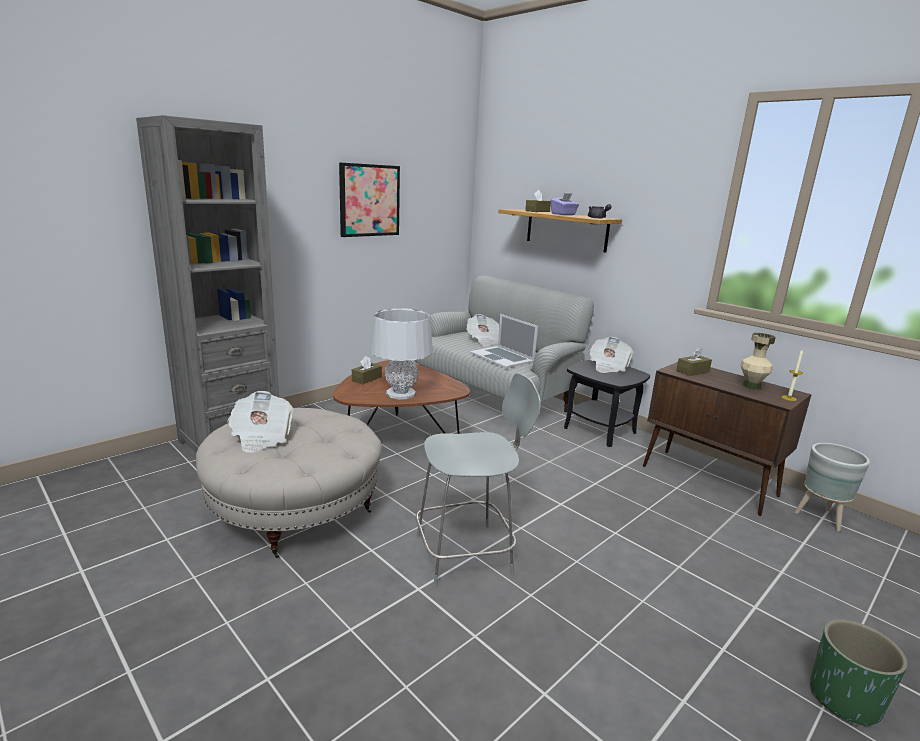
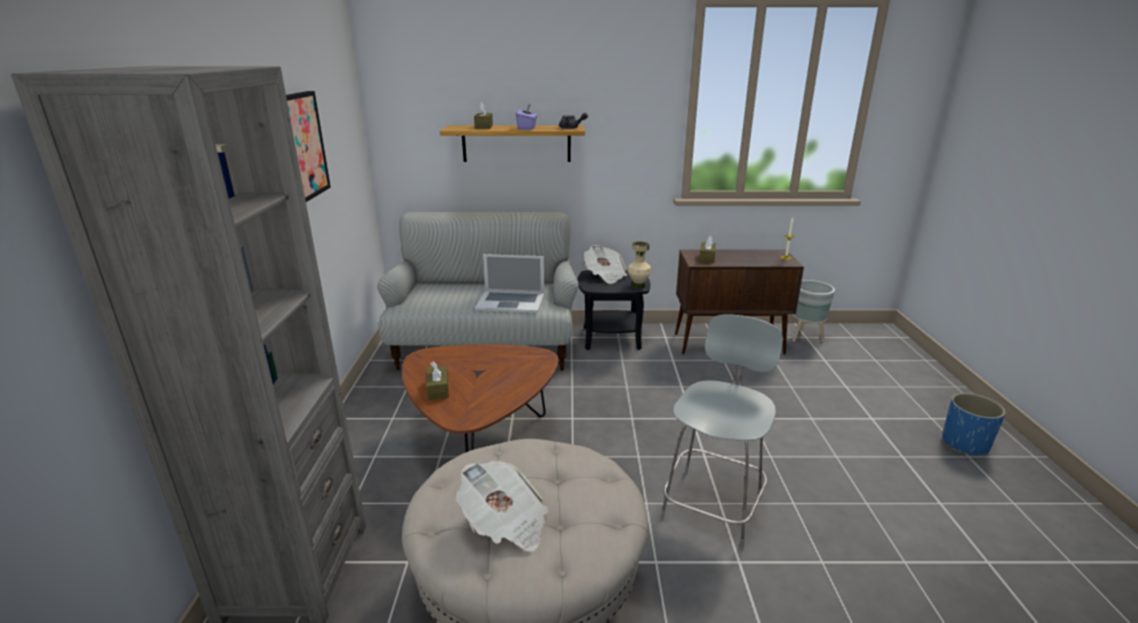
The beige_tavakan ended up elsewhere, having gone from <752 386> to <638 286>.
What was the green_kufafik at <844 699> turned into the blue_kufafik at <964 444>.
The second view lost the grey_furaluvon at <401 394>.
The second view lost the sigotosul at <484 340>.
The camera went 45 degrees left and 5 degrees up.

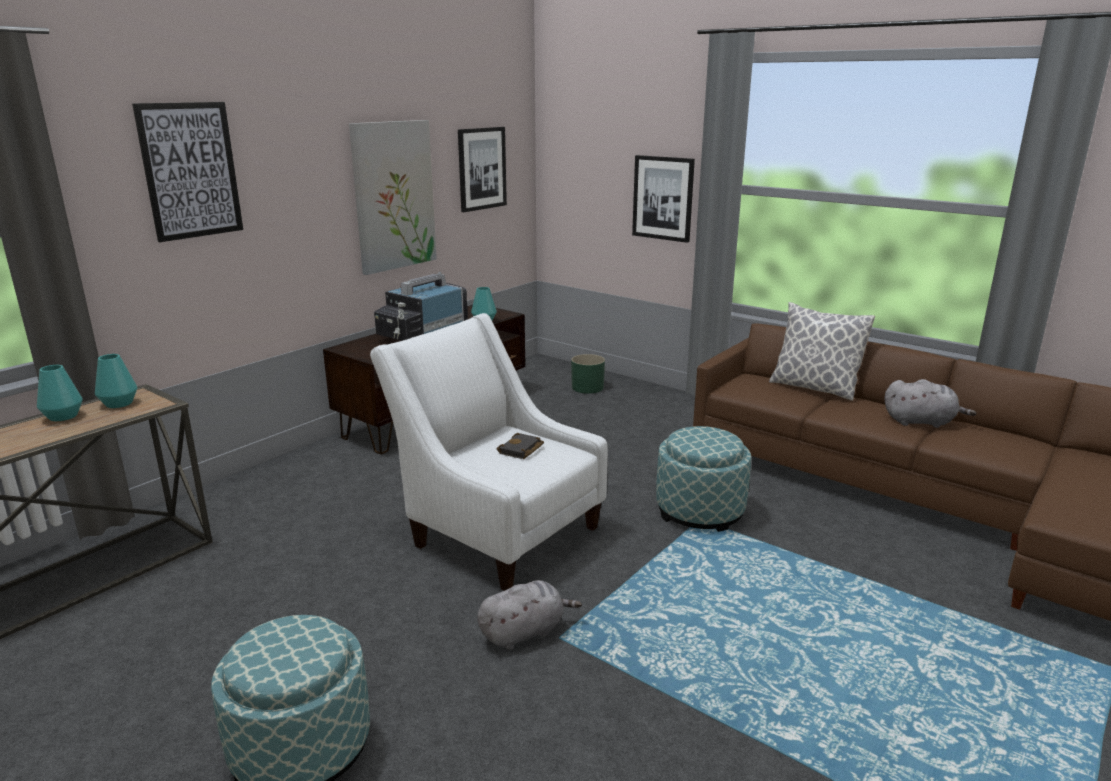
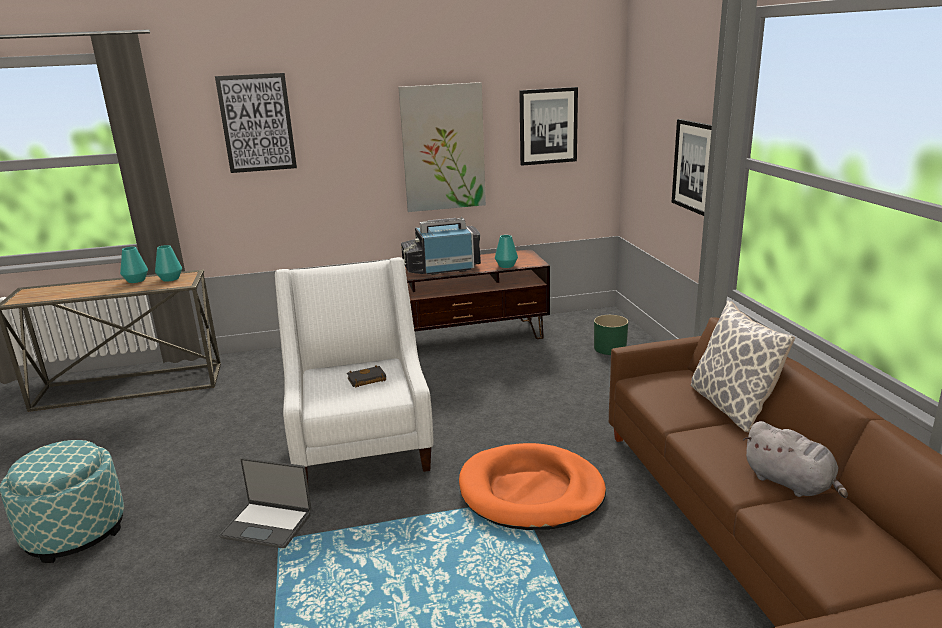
Where the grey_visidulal stood at <524 632>, the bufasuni came to stand at <268 525>.
Where the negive stood at <700 511>, the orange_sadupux came to stand at <531 492>.
The camera went 40 degrees right and 0 degrees up.

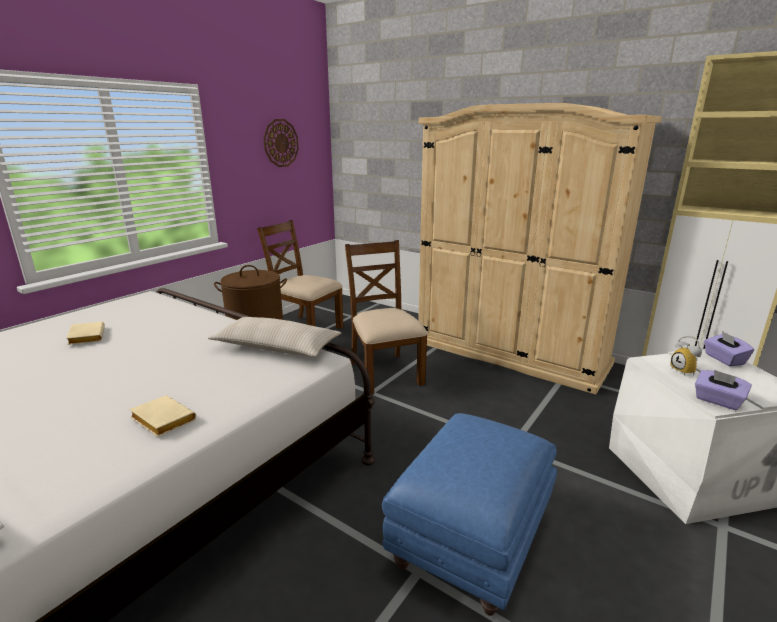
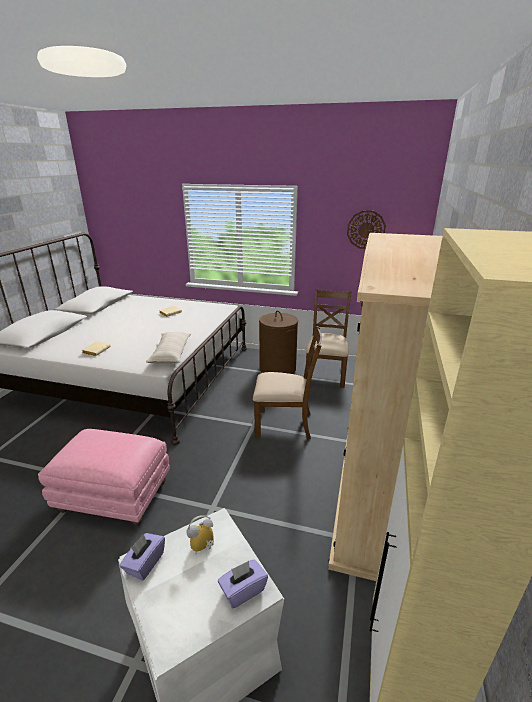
What was the blue_negive at <471 540> turned into the pink_negive at <113 497>.
The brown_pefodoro at <384 372> ended up facing another way, 45 degrees clockwise from before.
The camera went 70 degrees right and 5 degrees up.

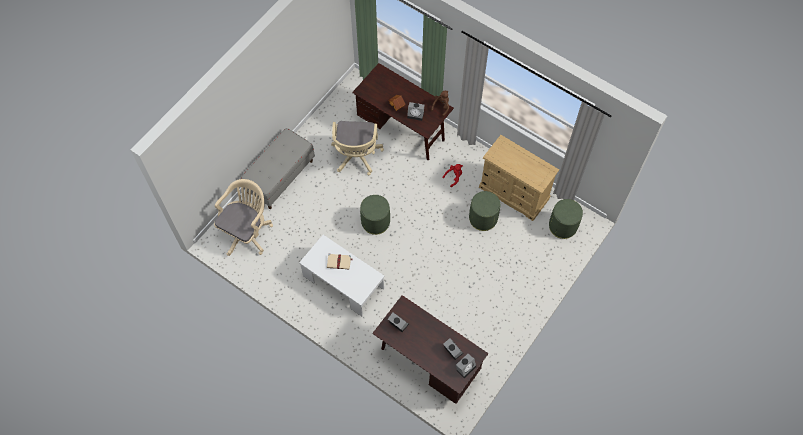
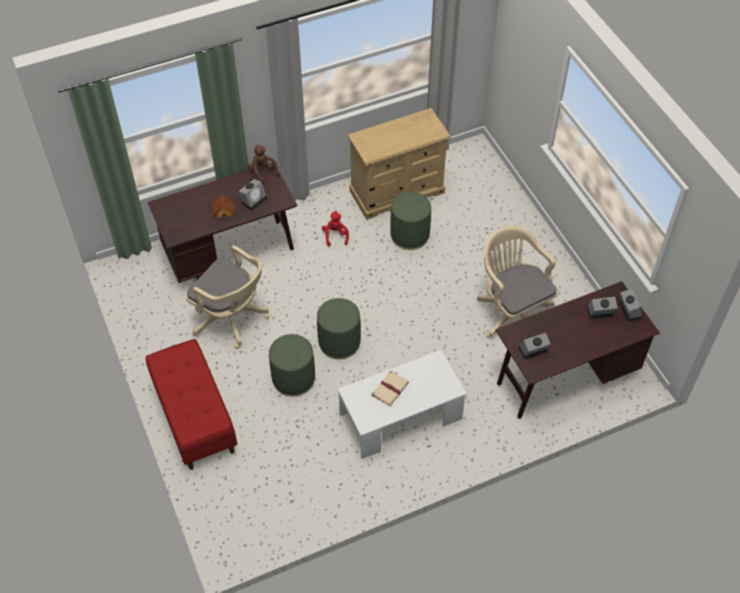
What was the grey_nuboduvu at <280 177> turned into the red_nuboduvu at <194 418>.
The green_negive ended up elsewhere, having gone from <562 226> to <293 378>.
The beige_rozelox ended up elsewhere, having gone from <247 232> to <511 311>.
The camera went 60 degrees left and 10 degrees down.

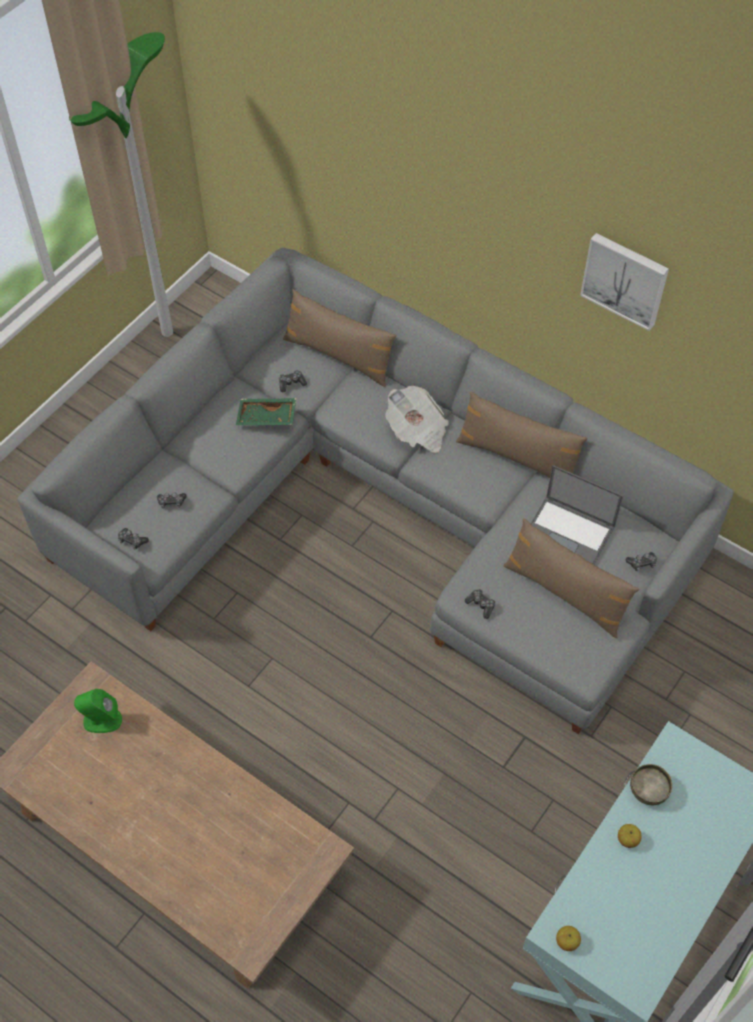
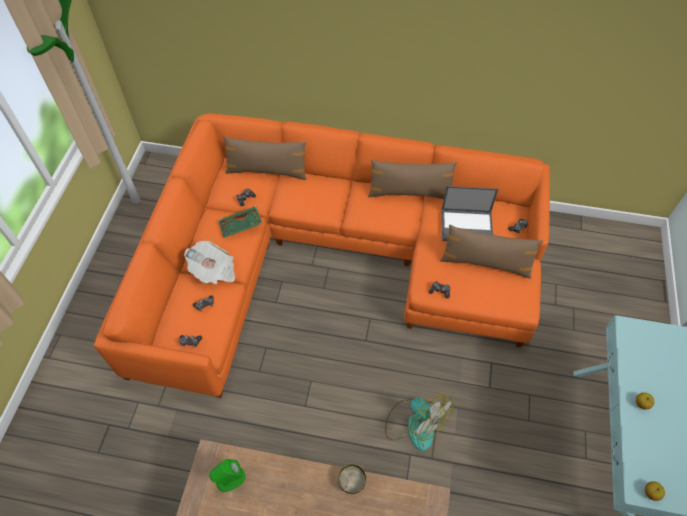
What was the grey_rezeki at <383 507> turned into the orange_rezeki at <330 257>.
The sigotosul ended up elsewhere, having gone from <417 430> to <214 270>.
The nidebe ended up elsewhere, having gone from <647 790> to <351 481>.
The second view gained the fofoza at <414 424>.
The second view lost the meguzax at <625 279>.
The camera went 25 degrees left and 0 degrees up.

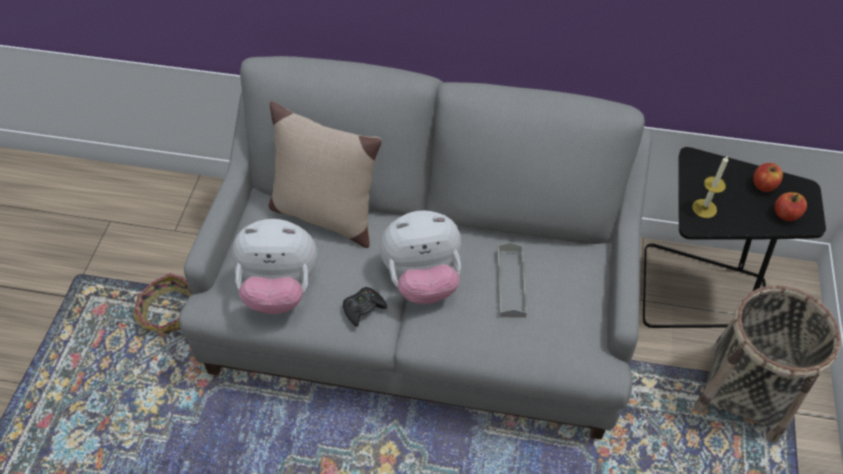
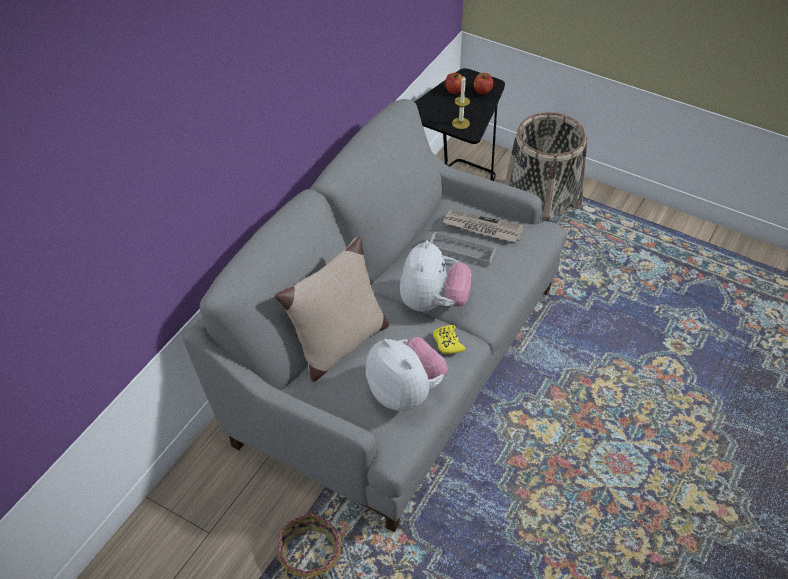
The visidulal at <279 289> ended up facing another way, 60 degrees counterclockwise from before.
What was the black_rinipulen at <363 308> turned into the yellow_rinipulen at <447 343>.
The second view gained the sigotosul at <482 228>.
The camera went 70 degrees left and 5 degrees down.

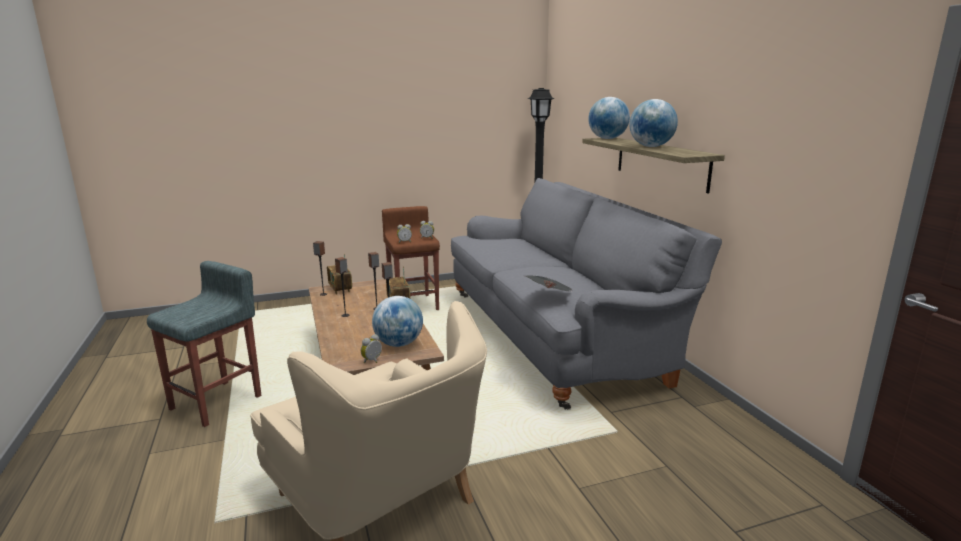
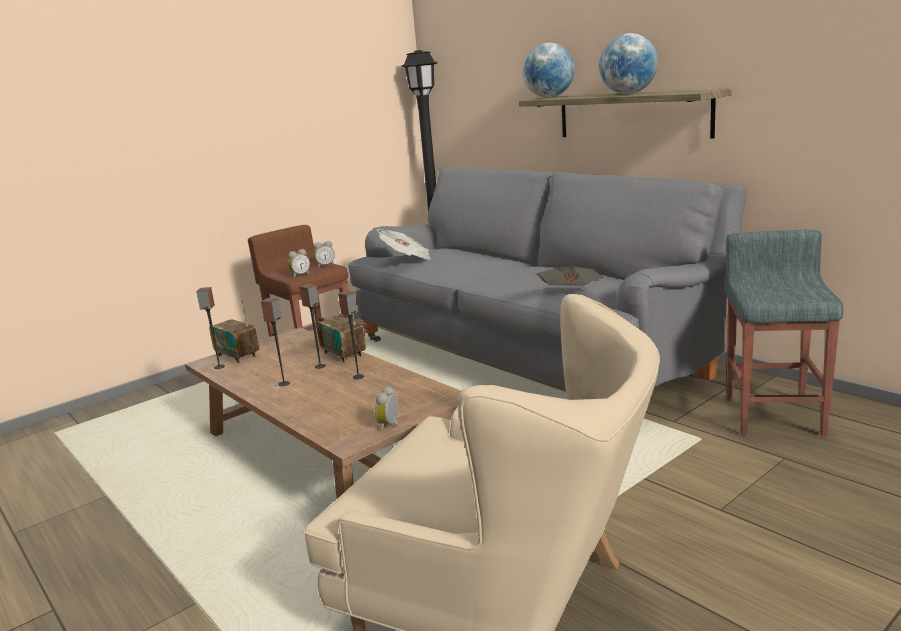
The second view gained the sigotosul at <407 258>.
The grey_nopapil ended up elsewhere, having gone from <217 402> to <774 415>.
The second view lost the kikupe at <399 344>.
The camera went 20 degrees left and 0 degrees up.

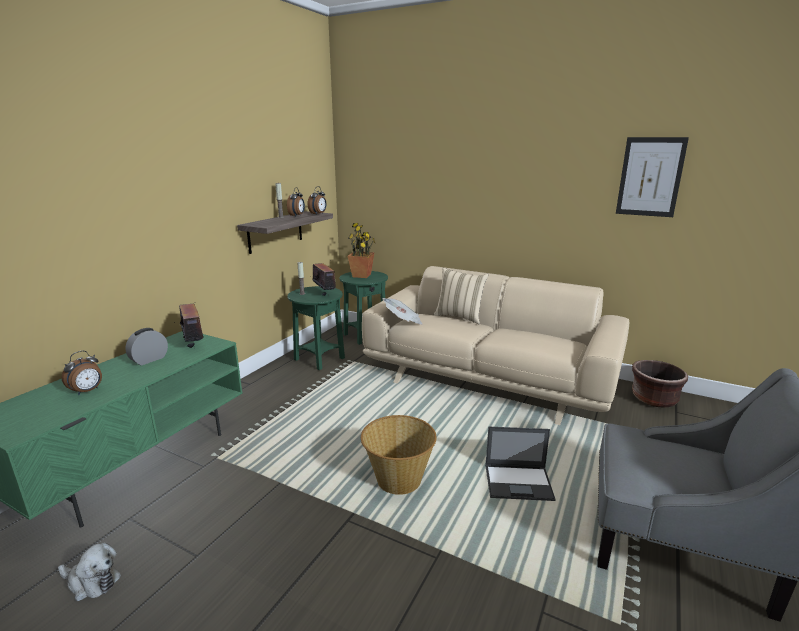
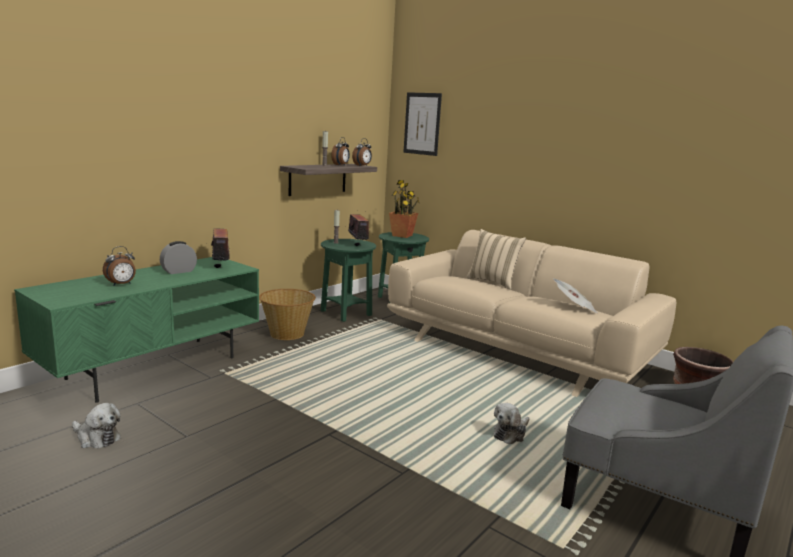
The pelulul ended up elsewhere, having gone from <398 479> to <287 333>.
The meguzax ended up elsewhere, having gone from <650 177> to <422 124>.
Where the bufasuni stood at <519 483>, the visidulal came to stand at <510 434>.
The sigotosul ended up elsewhere, having gone from <403 321> to <574 308>.
The camera went 10 degrees right and 5 degrees down.

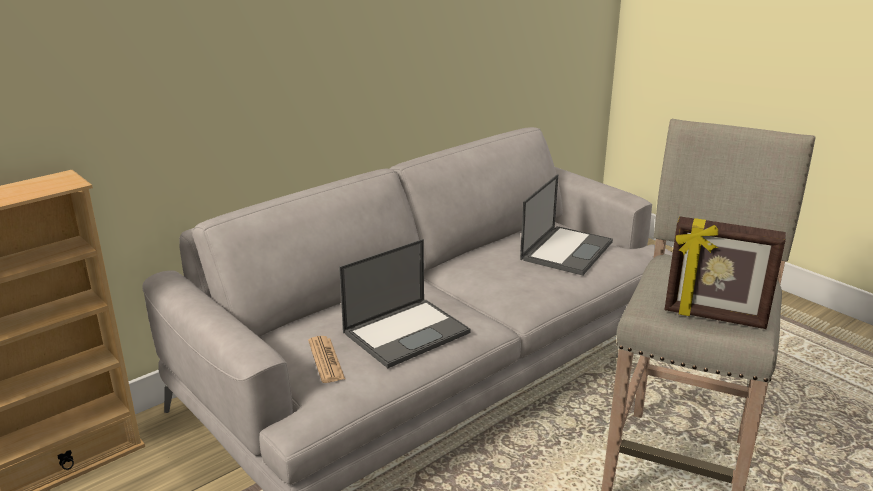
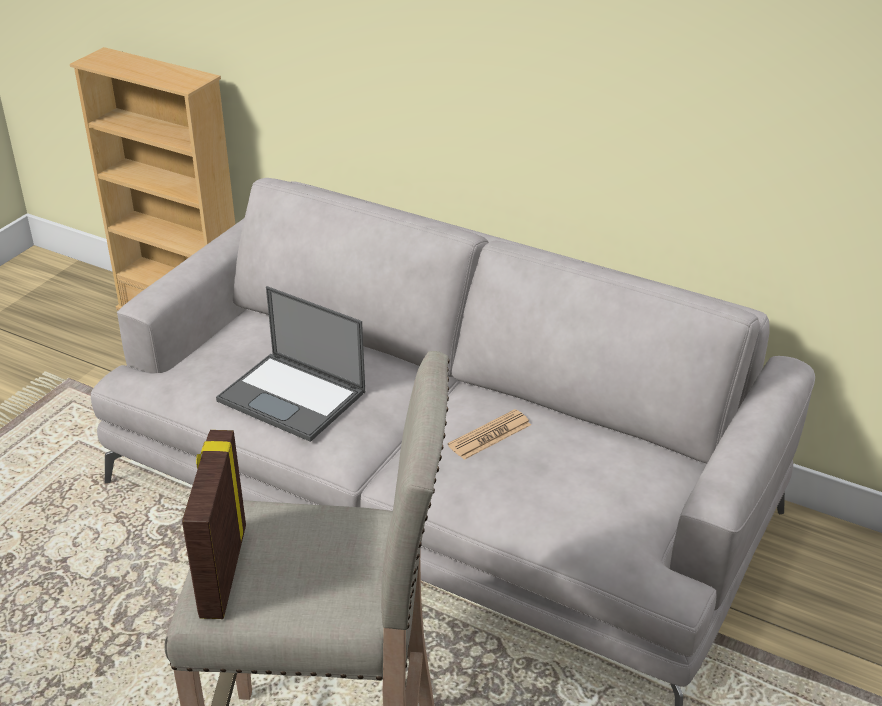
The sigotosul ended up elsewhere, having gone from <326 360> to <489 435>.
The second view lost the bufasuni at <567 250>.
The camera went 70 degrees right and 10 degrees up.

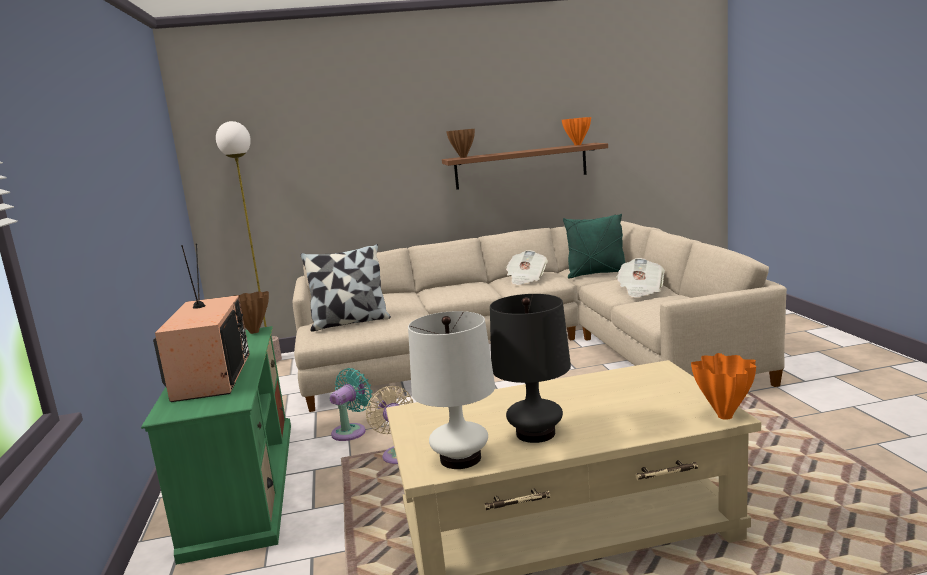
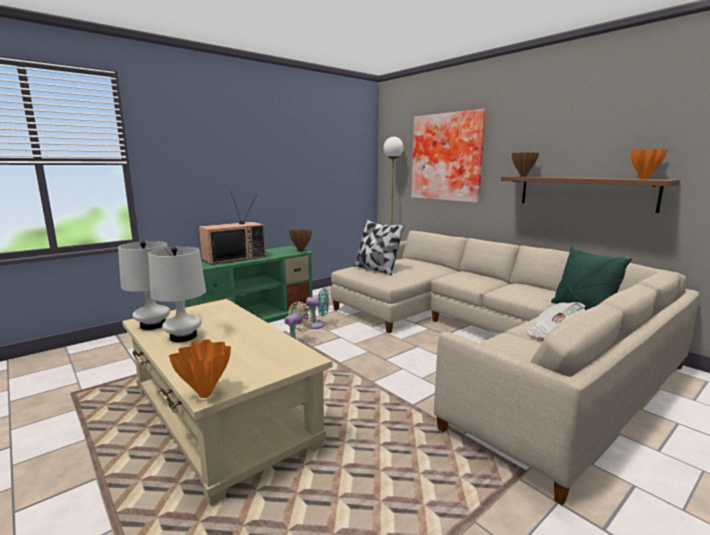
What was the black_furaluvon at <535 433> turned into the white_furaluvon at <183 336>.
The second view gained the meguzax at <447 157>.
The second view lost the sigotosul at <526 279>.
The camera went 60 degrees right and 0 degrees up.

